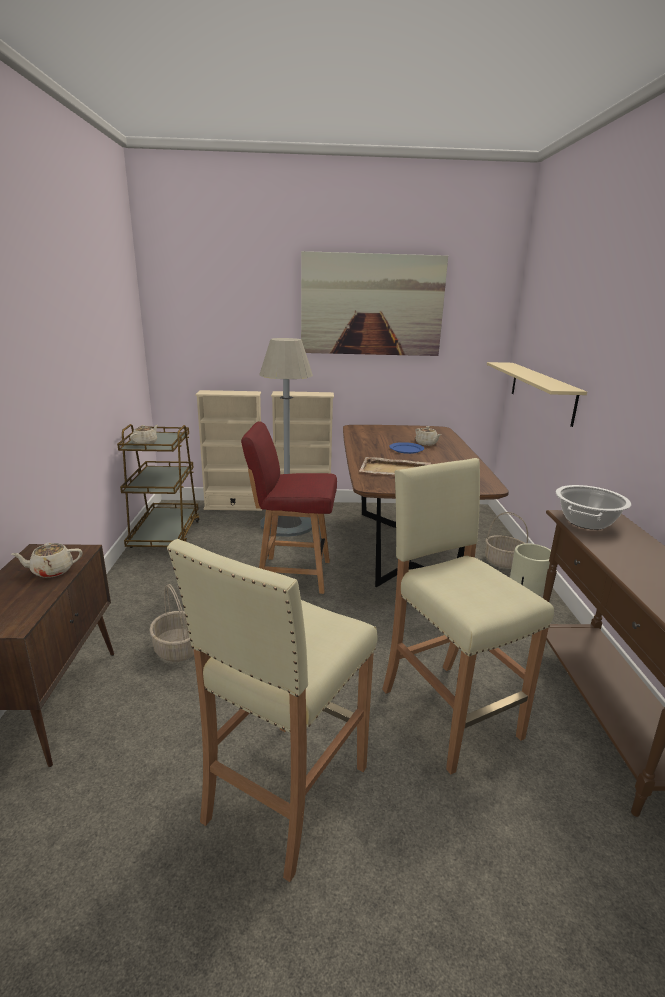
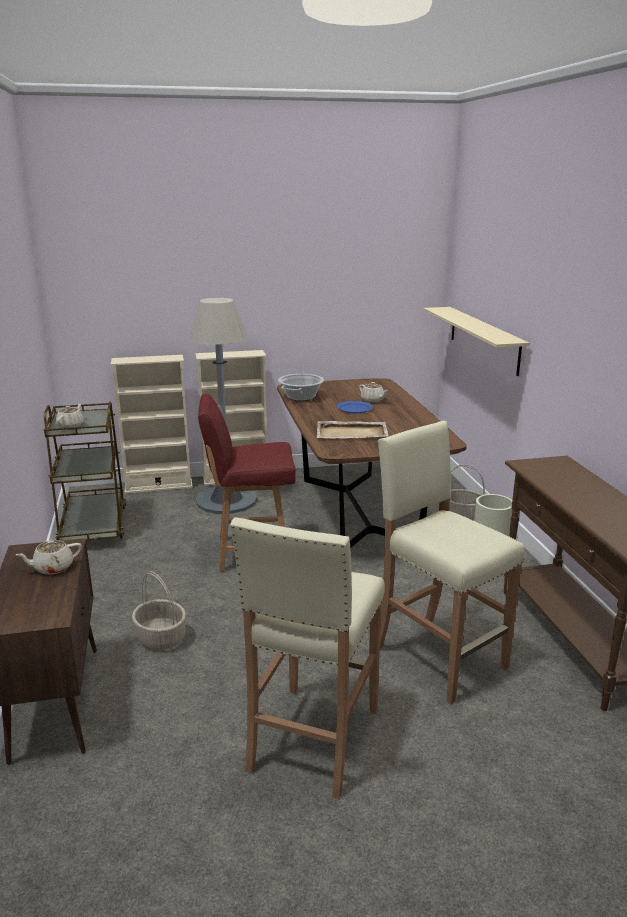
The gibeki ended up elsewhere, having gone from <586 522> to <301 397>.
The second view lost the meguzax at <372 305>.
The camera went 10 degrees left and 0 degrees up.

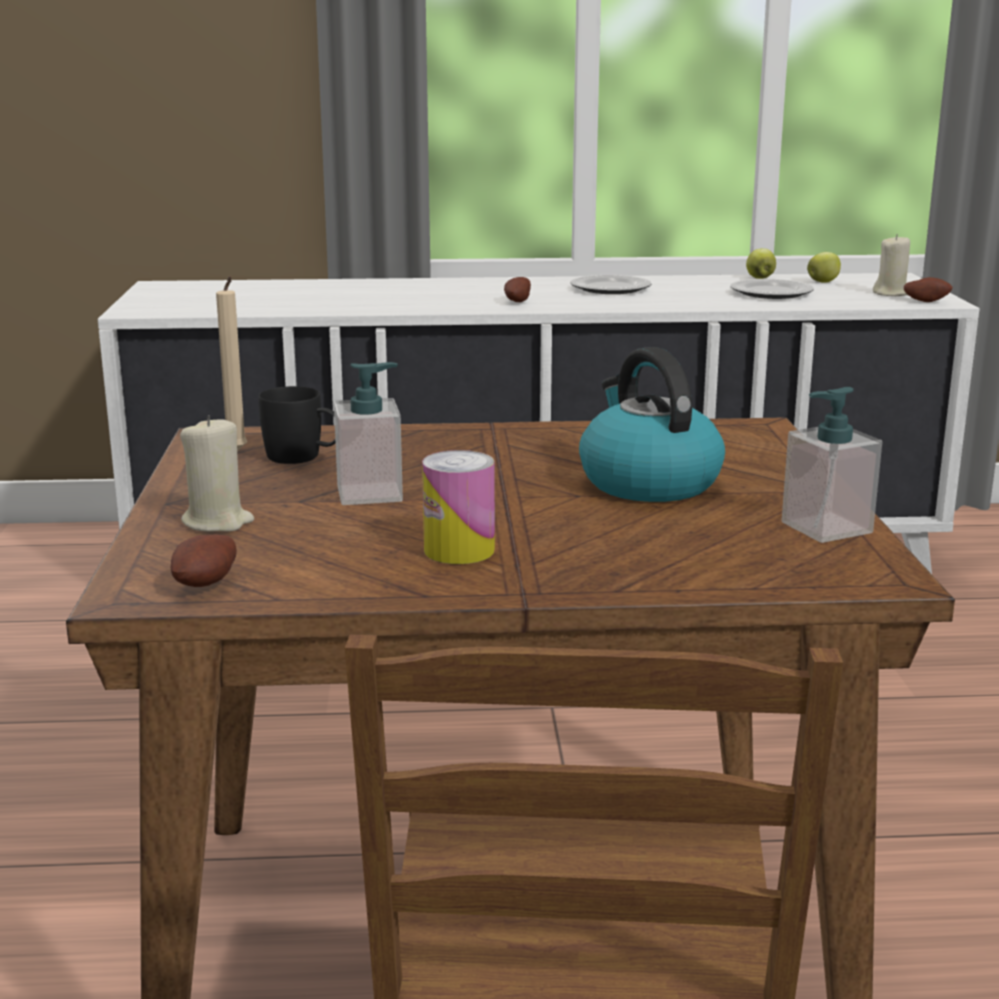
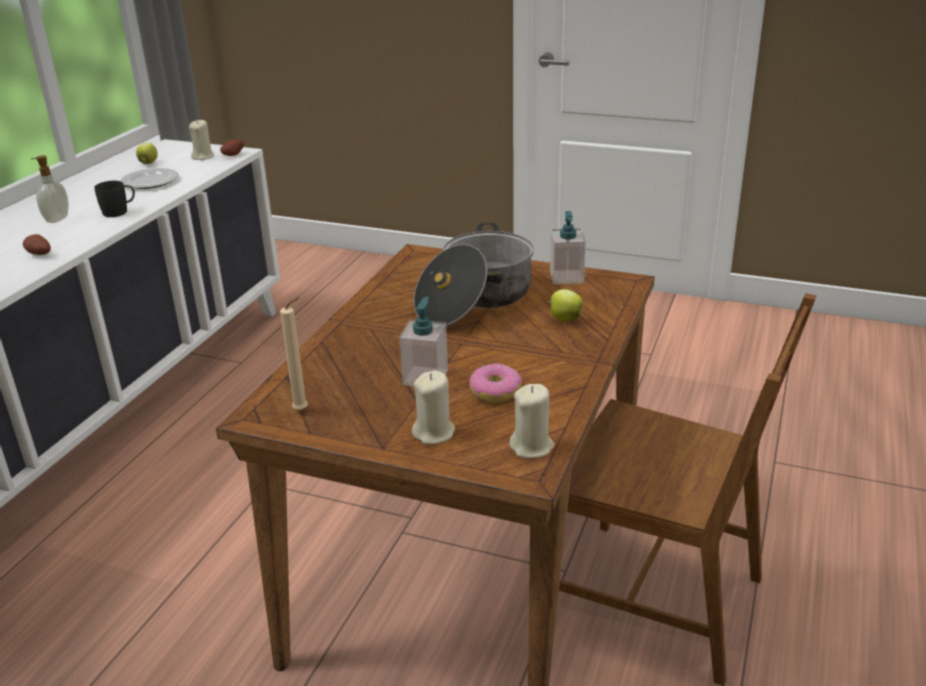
Where the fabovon stood at <610 289>, the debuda came to stand at <56 219>.
The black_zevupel ended up elsewhere, having gone from <303 457> to <120 211>.
Where the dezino stood at <647 482>, the gibeki came to stand at <475 300>.
The second view gained the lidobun at <495 391>.
Where the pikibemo stood at <208 584>, the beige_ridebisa came to stand at <532 447>.
The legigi ended up elsewhere, having gone from <760 278> to <564 319>.
The second view lost the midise at <459 550>.
The camera went 65 degrees left and 10 degrees up.

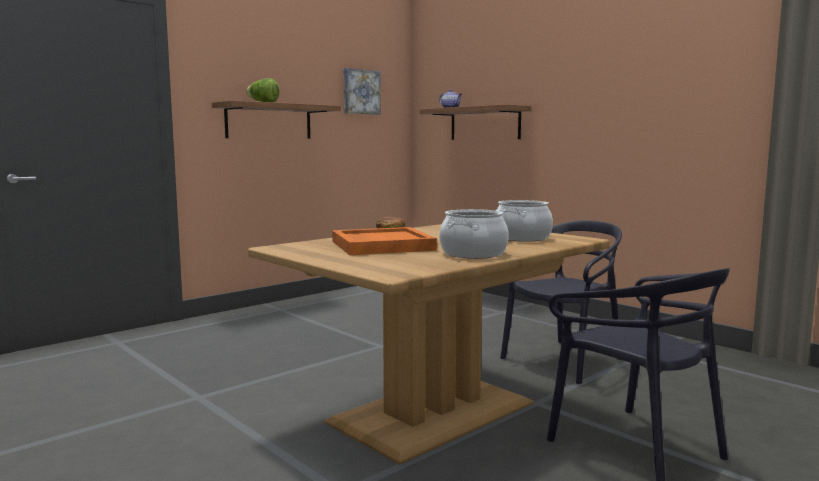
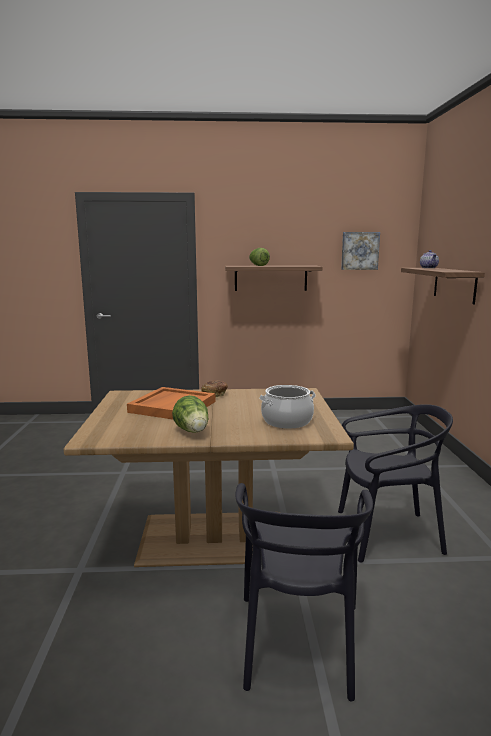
Where the gibeki stood at <473 254>, the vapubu came to stand at <193 431>.
The camera went 40 degrees right and 5 degrees up.

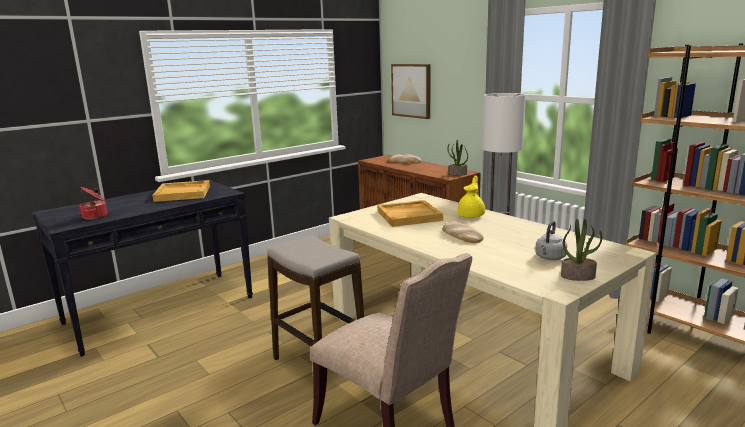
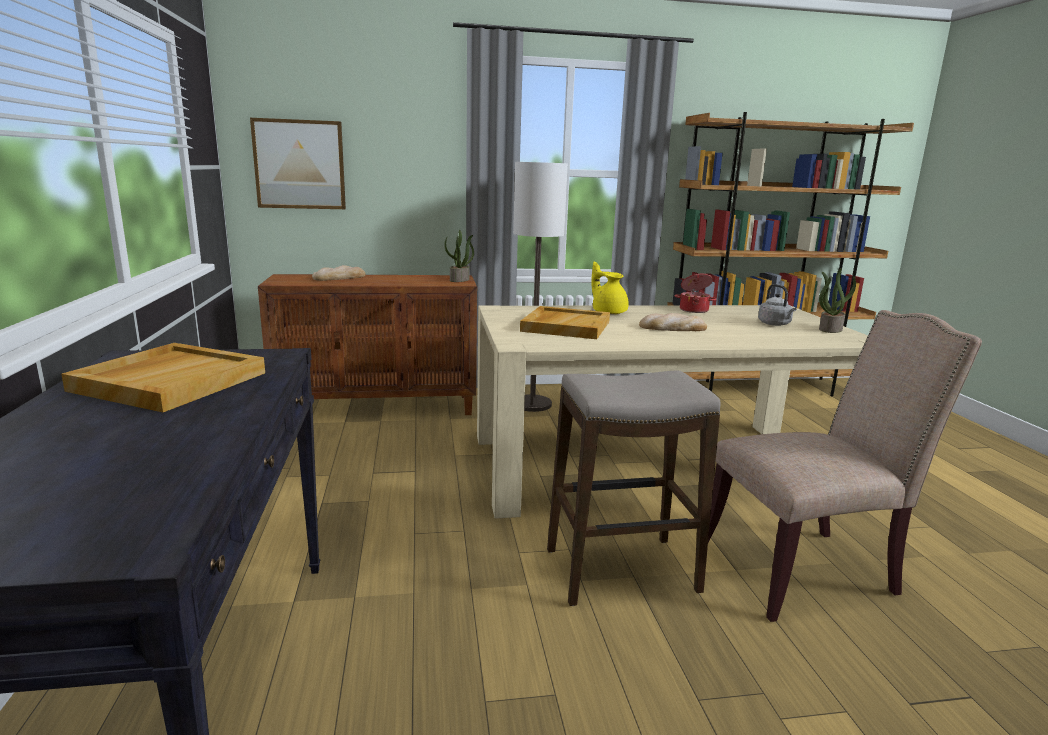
The gibeki ended up elsewhere, having gone from <95 216> to <694 310>.
The camera went 60 degrees left and 0 degrees up.

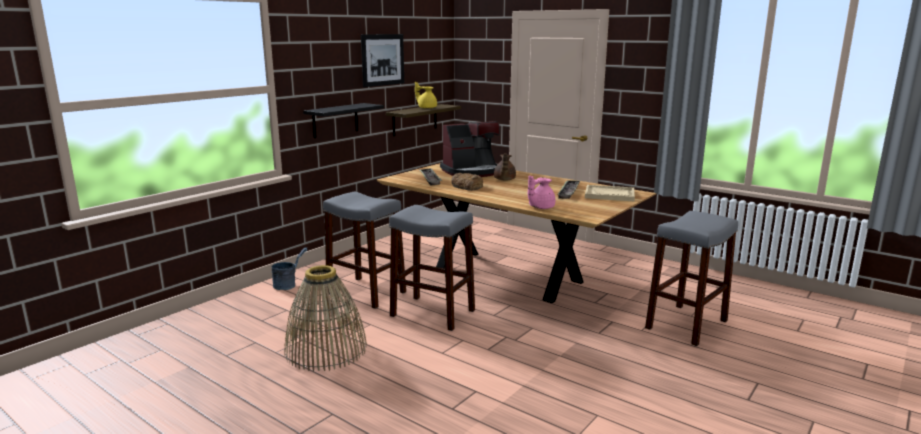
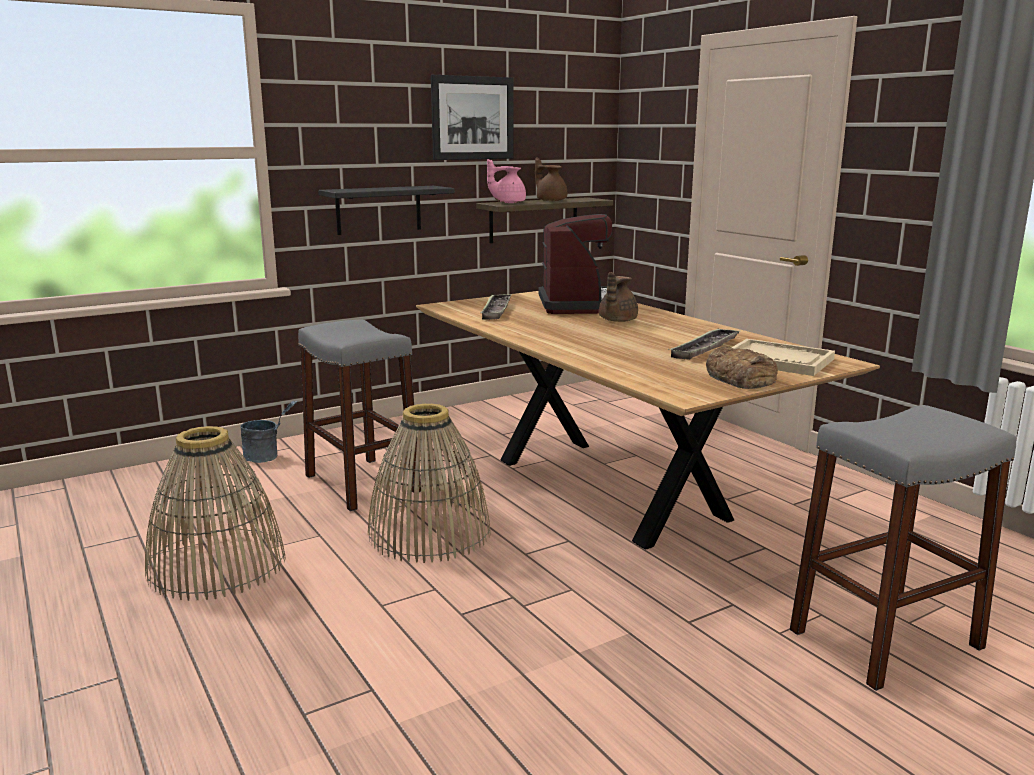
Where the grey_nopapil stood at <432 313>, the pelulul came to stand at <429 533>.
The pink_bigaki ended up elsewhere, having gone from <540 207> to <507 203>.
What was the yellow_bigaki at <426 108> turned into the brown_bigaki at <550 200>.
The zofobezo at <471 172> ended up facing another way, 90 degrees counterclockwise from before.
The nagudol ended up elsewhere, having gone from <467 186> to <740 378>.
The camera went 20 degrees right and 0 degrees up.

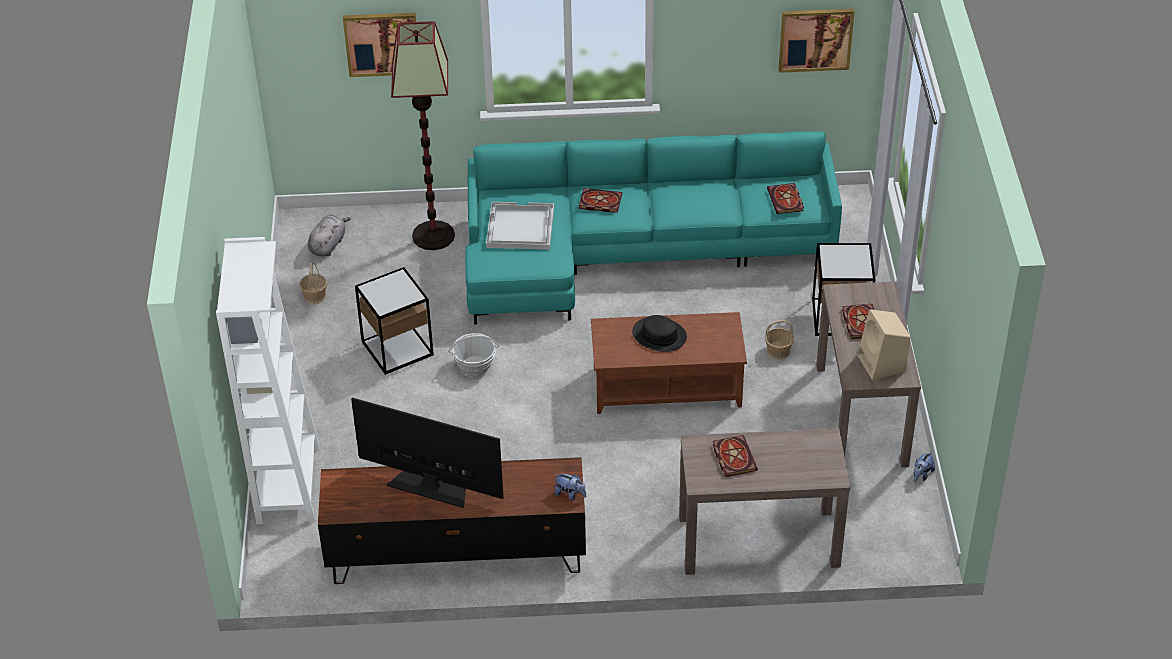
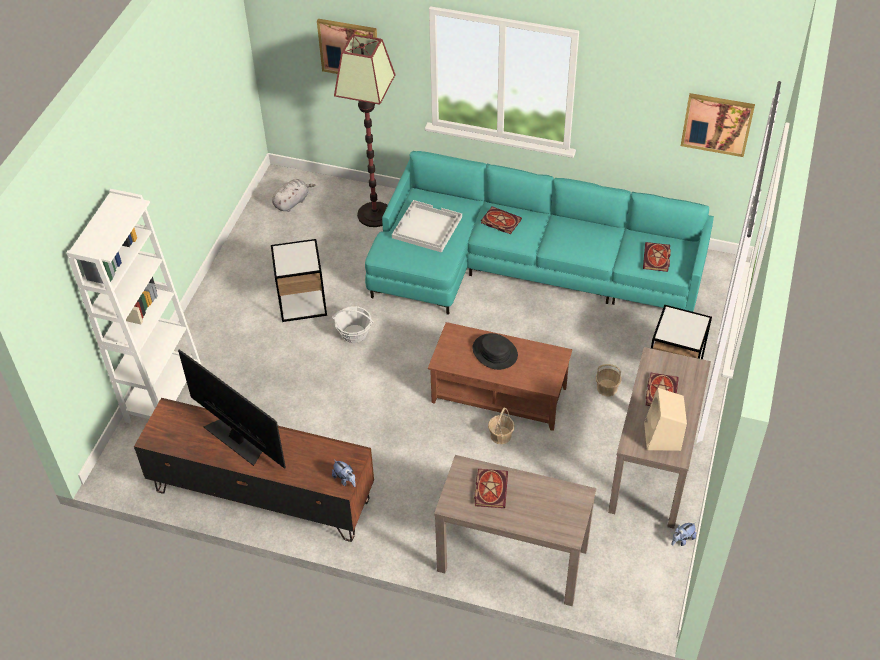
The pelulul ended up elsewhere, having gone from <314 296> to <500 435>.
The camera went 20 degrees right and 5 degrees up.

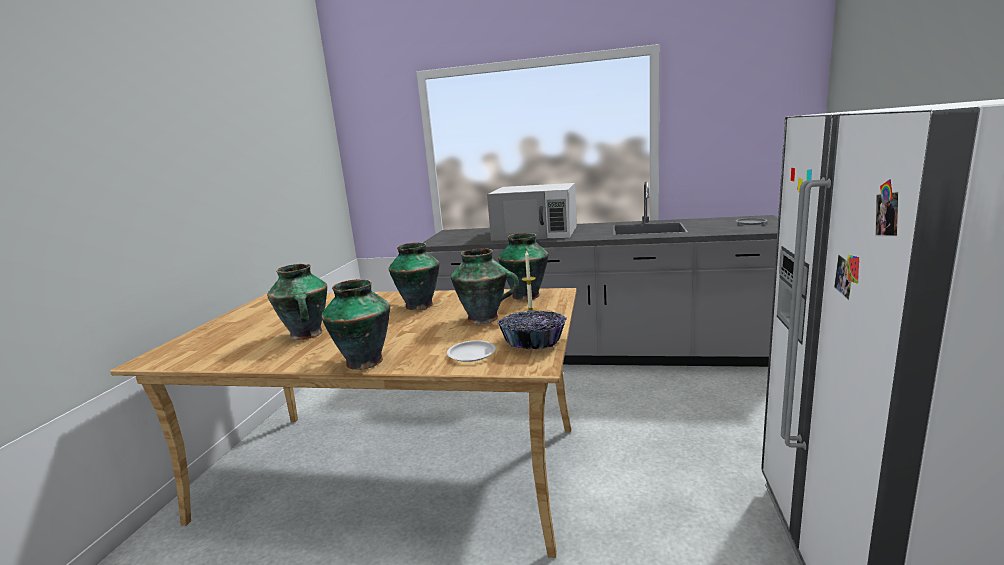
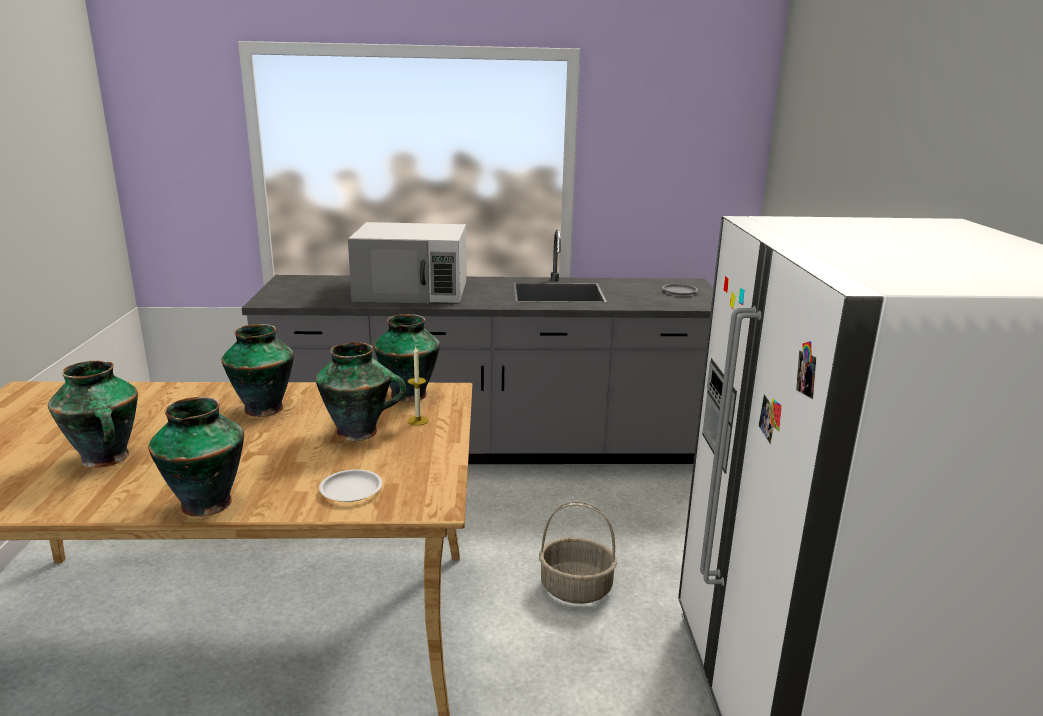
The second view gained the pelulul at <576 588>.
The second view lost the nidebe at <534 341>.
The camera went 15 degrees left and 5 degrees up.

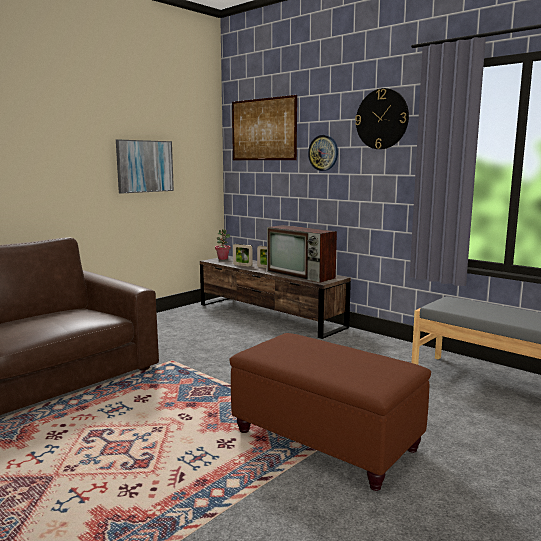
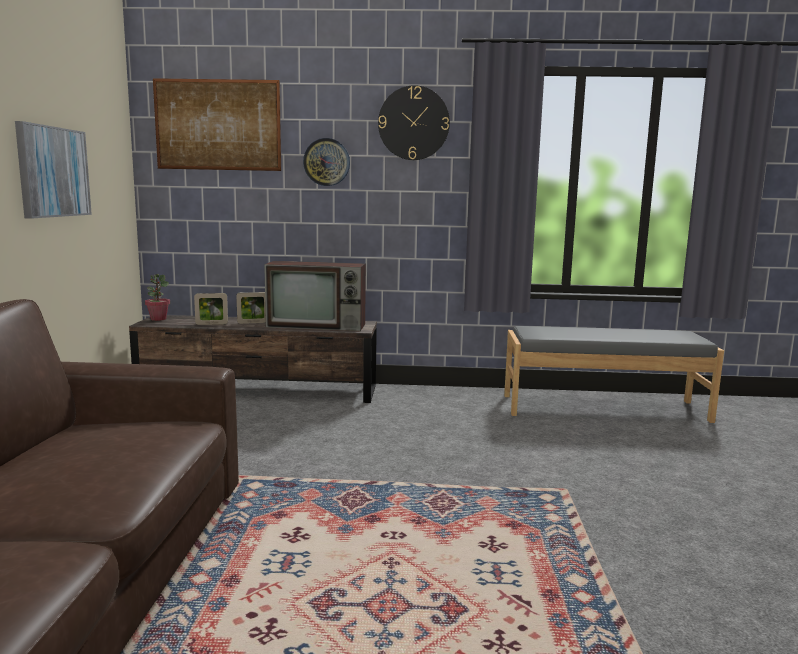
The second view lost the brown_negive at <326 441>.
The camera went 40 degrees left and 0 degrees up.

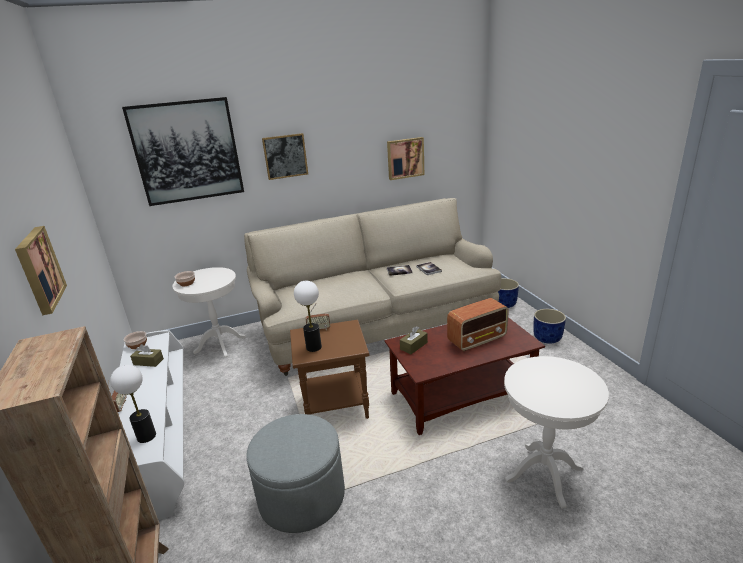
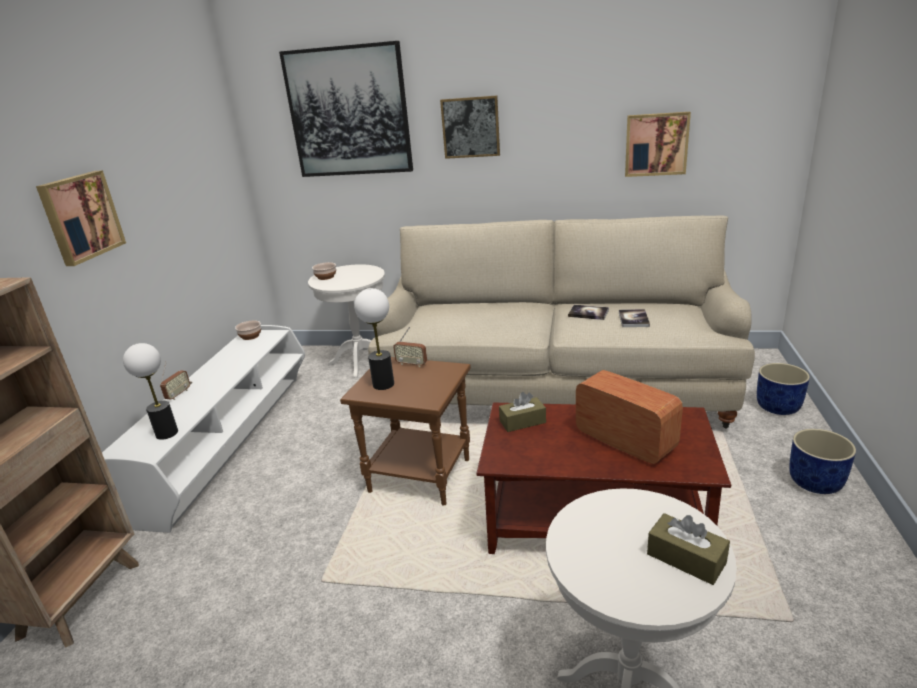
The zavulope at <477 339> ended up facing another way, 135 degrees counterclockwise from before.
The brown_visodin ended up elsewhere, having gone from <148 362> to <686 558>.
The second view lost the grey_negive at <302 496>.
The camera went 30 degrees right and 0 degrees up.

